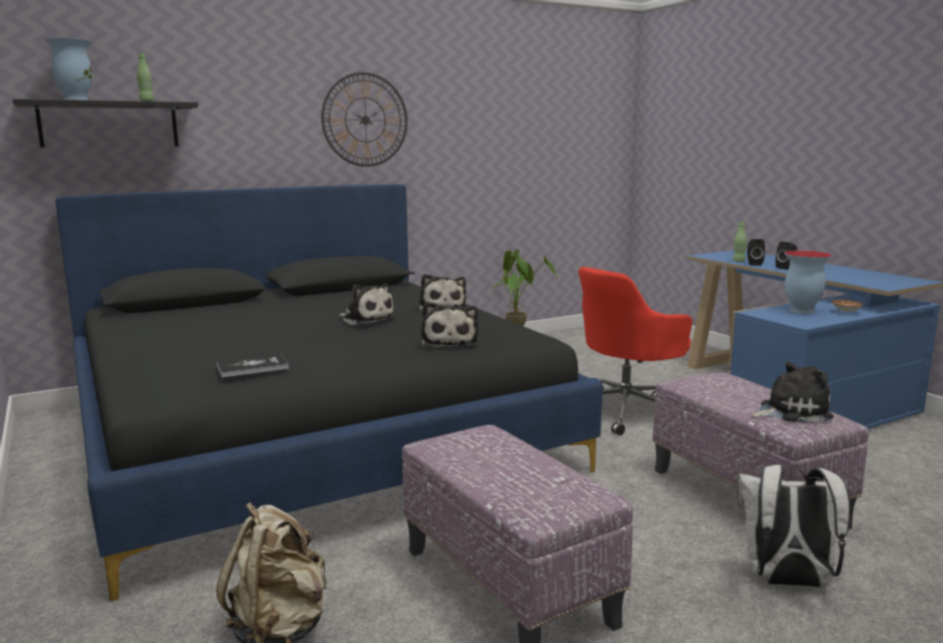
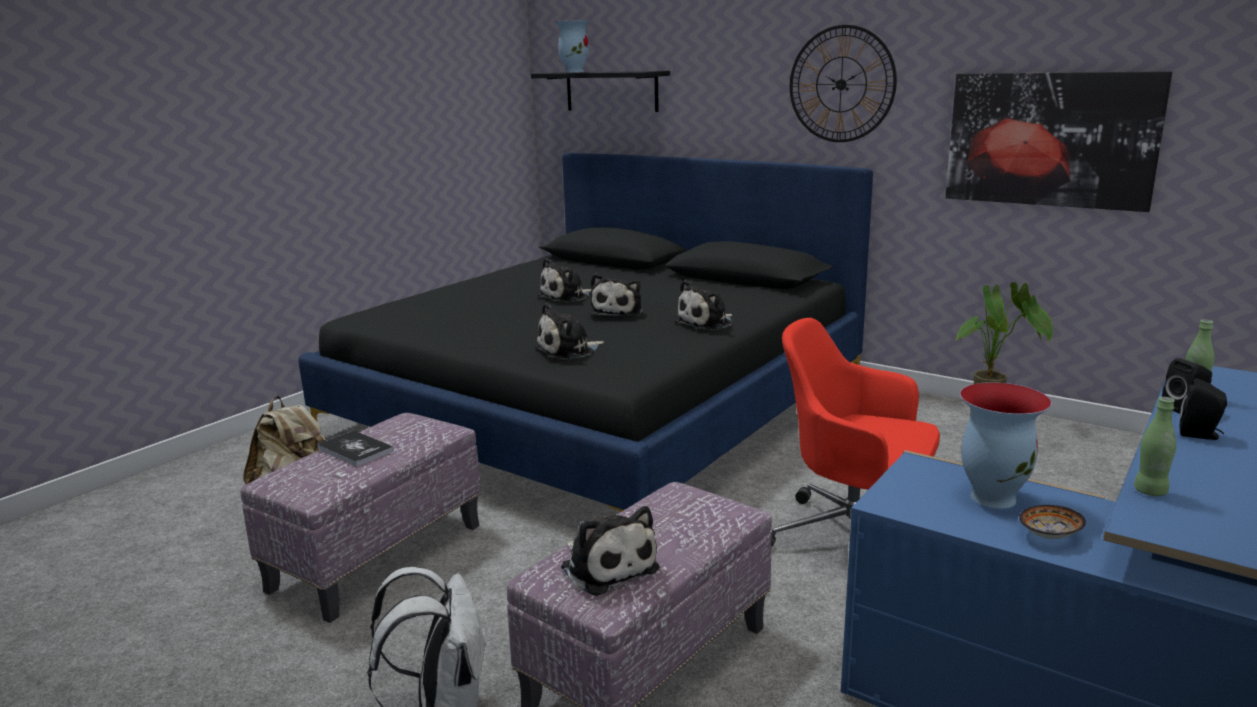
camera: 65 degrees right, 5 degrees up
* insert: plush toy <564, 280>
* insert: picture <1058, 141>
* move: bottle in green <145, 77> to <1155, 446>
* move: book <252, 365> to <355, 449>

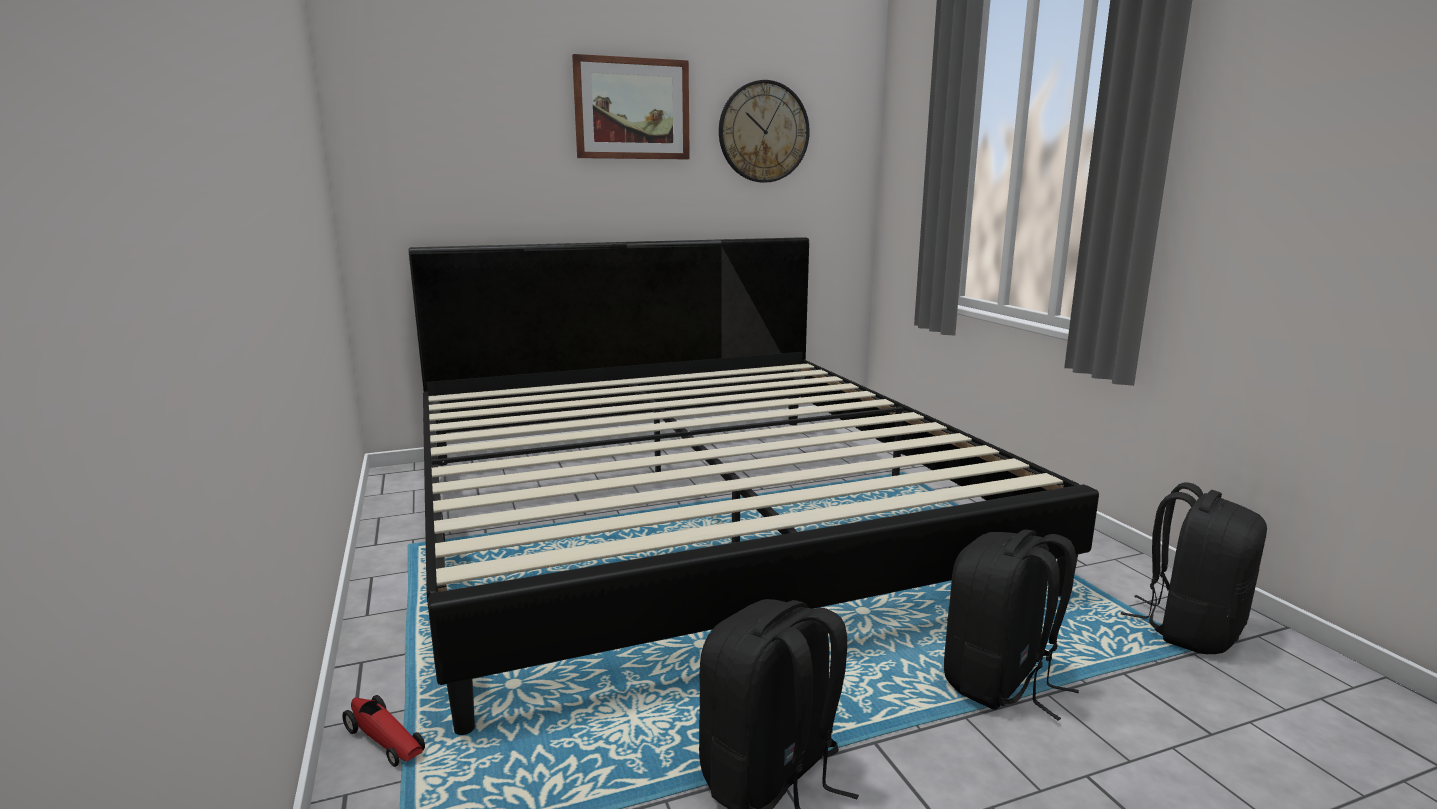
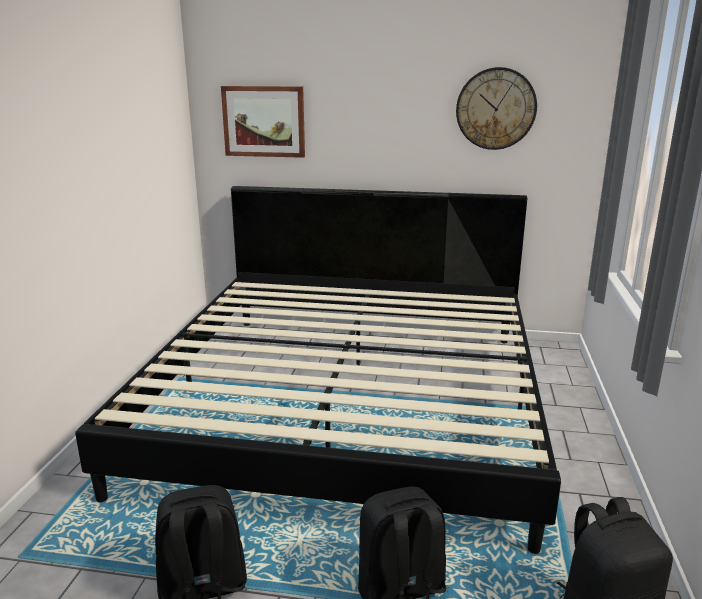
camera: 30 degrees right, 5 degrees up
* delete: toy car <384, 731>
* move: picture <631, 106> to <263, 122>

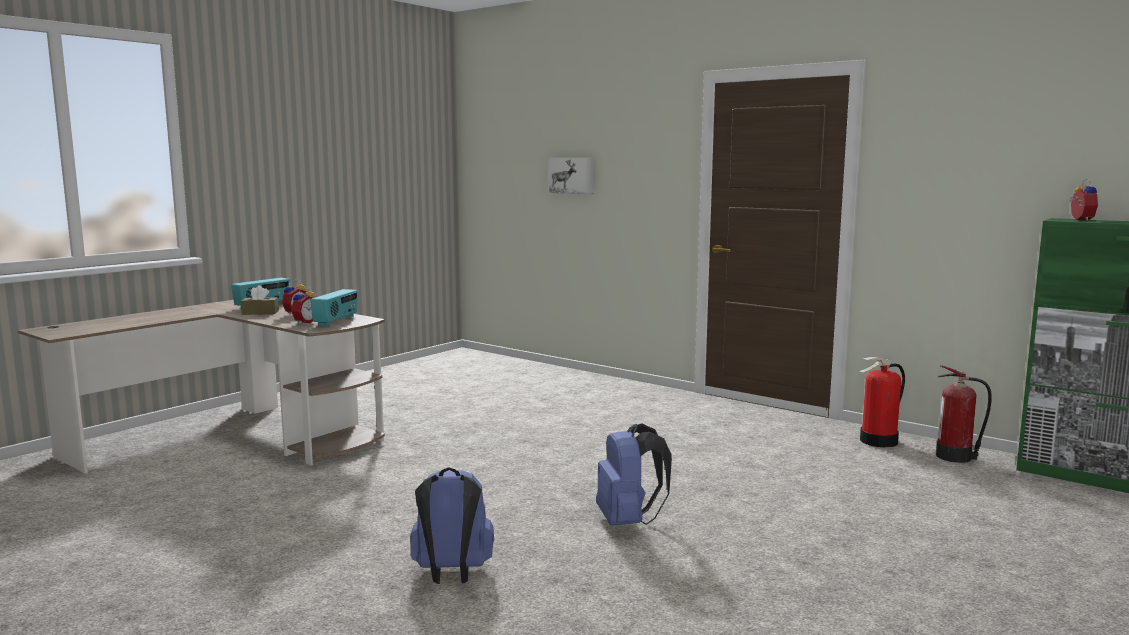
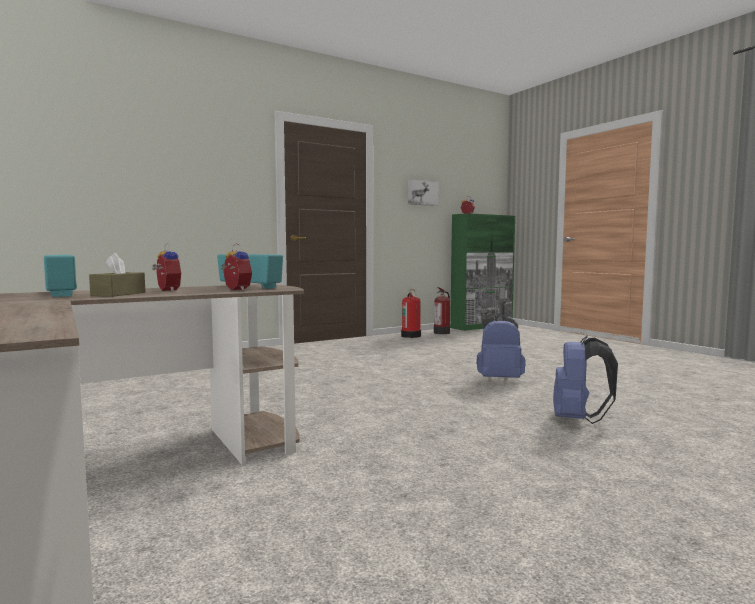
camera: 70 degrees left, 5 degrees down
* move: picture <571, 176> to <423, 192>

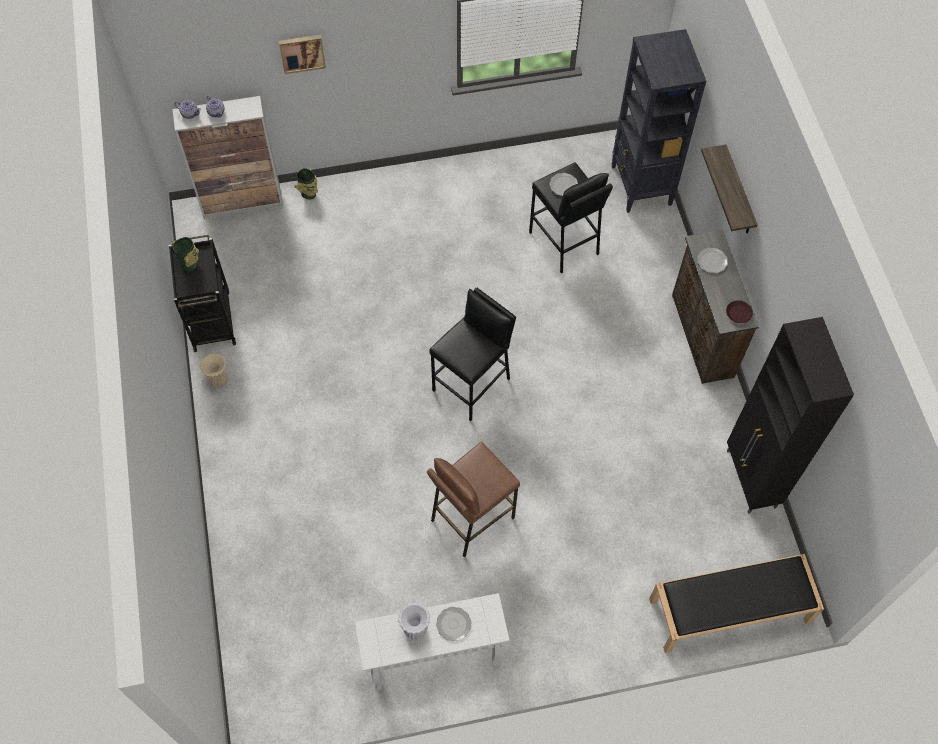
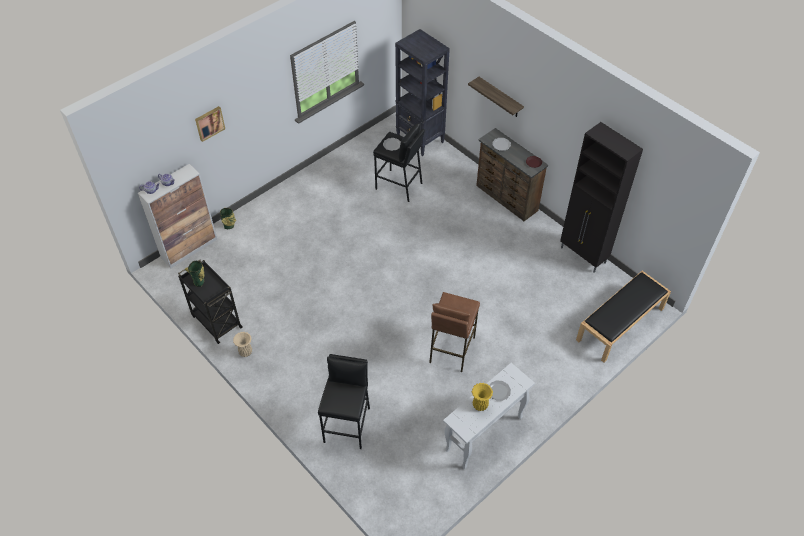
camera: 30 degrees left, 10 degrees down
* move: stool in black <472, 354> to <344, 401>
* recolor: vase in white <414, 621> to vase in yellow <482, 397>

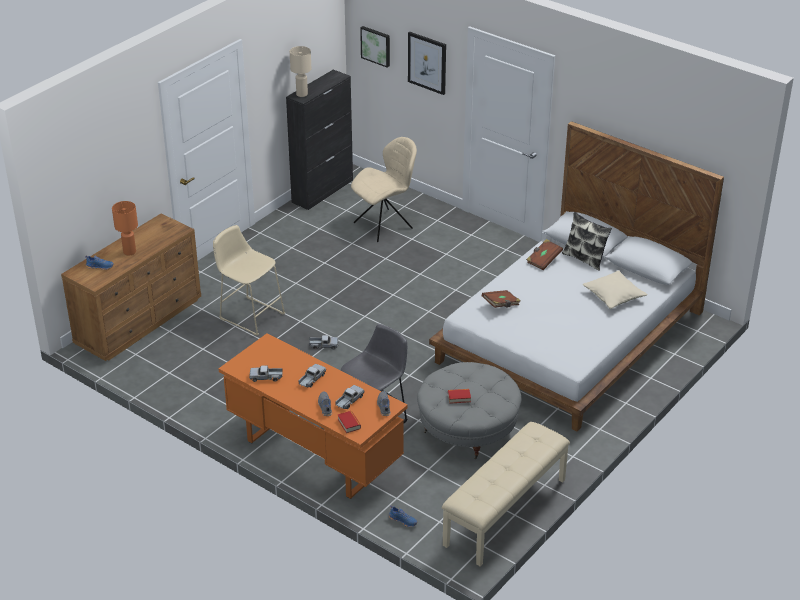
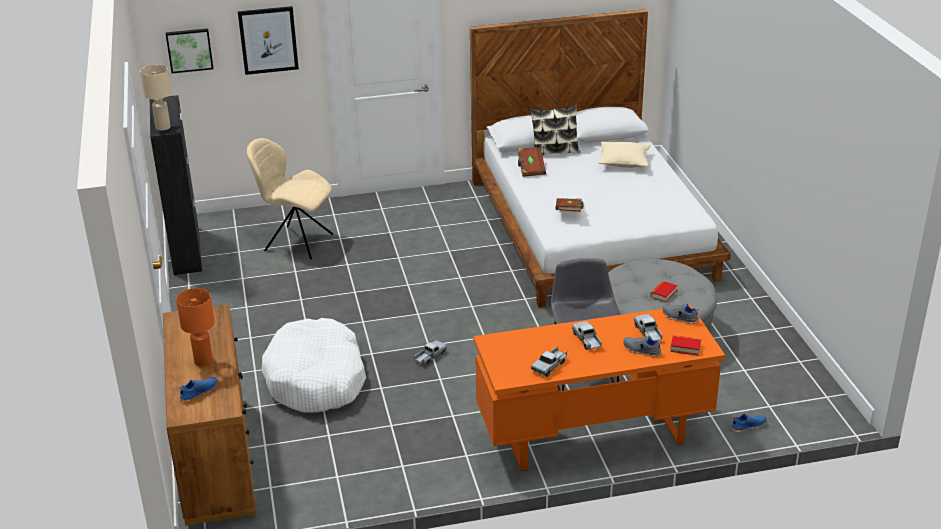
camera: 50 degrees left, 5 degrees down
* delete: bench in beige <506, 494>
* replace: stool in beige <249, 280> to dog bed in white <314, 365>
* rotate: chair in beige <384, 189> = <290, 198> 75 degrees counterclockwise

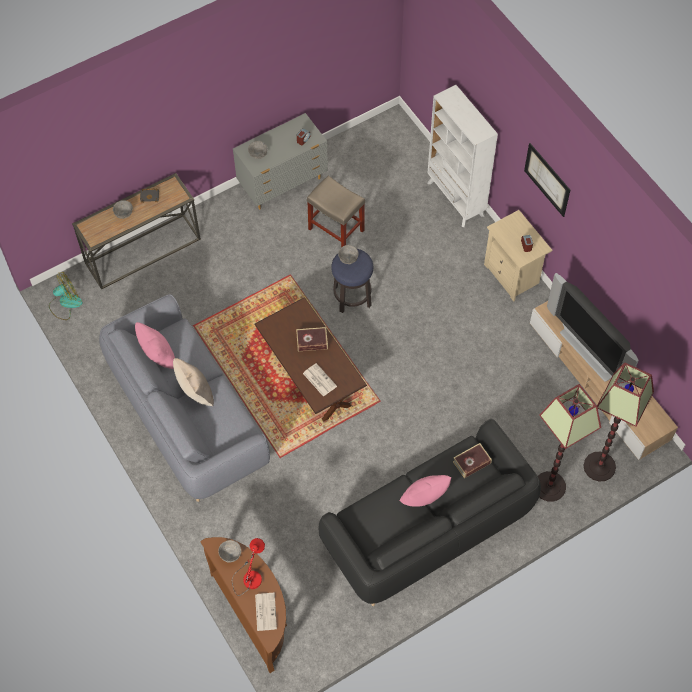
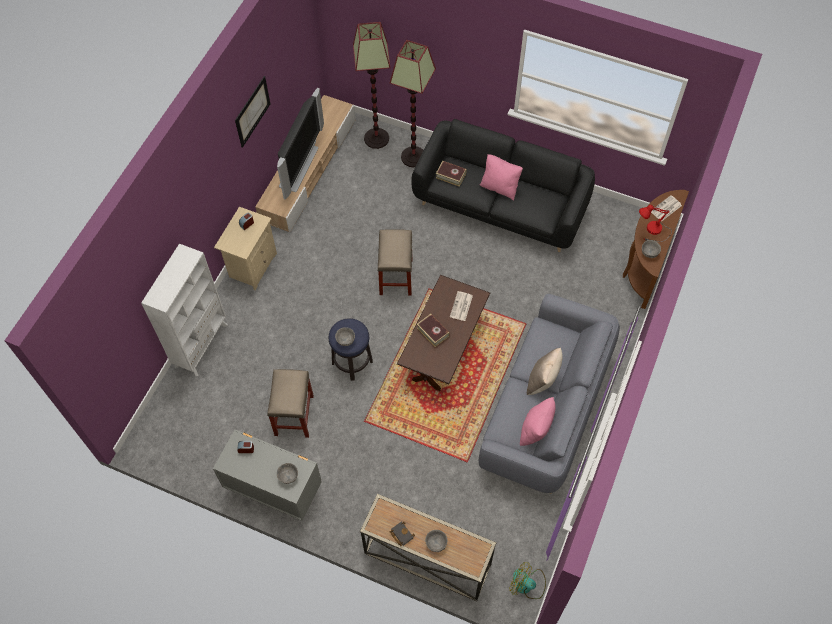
camera: 125 degrees left, 0 degrees up
* insert: stool in beige <394, 262>
* move: picture <547, 180> to <252, 112>

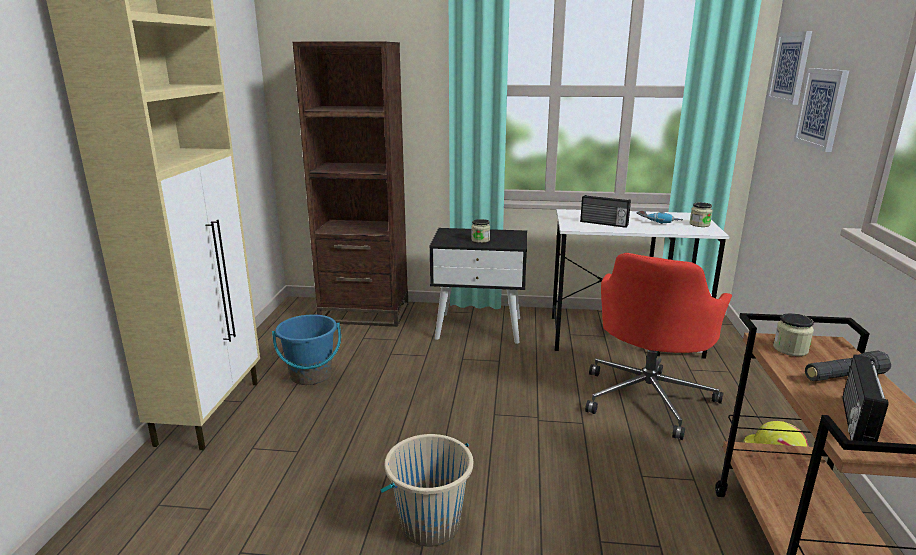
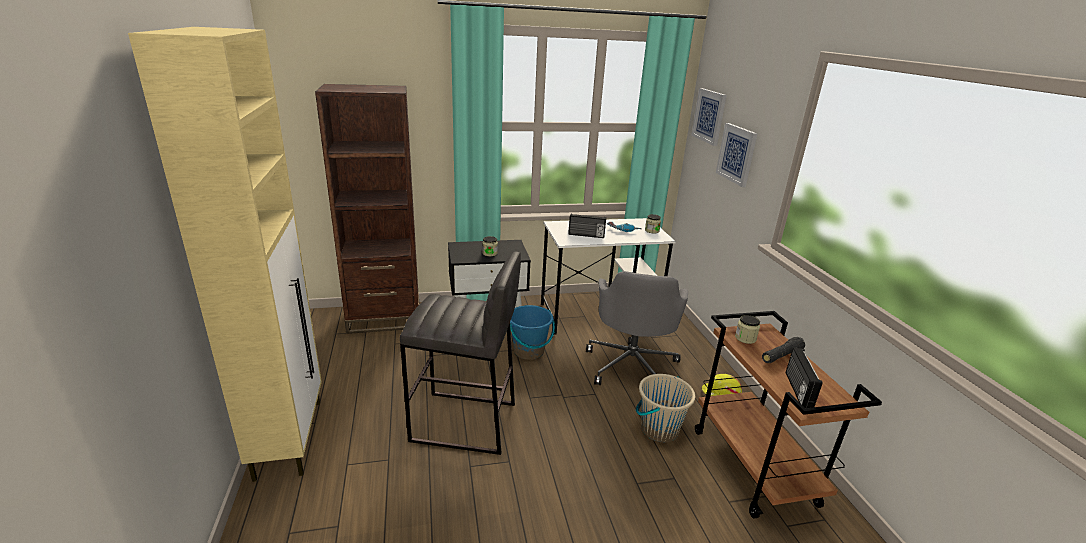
camera: 20 degrees left, 5 degrees up
* insert: stool in grey <460, 353>
* move: bucket in blue <306, 349> to <532, 332>
* move: bucket in beige <427, 490> to <665, 408>
* recolor: office chair in red <658, 346> to office chair in grey <637, 328>

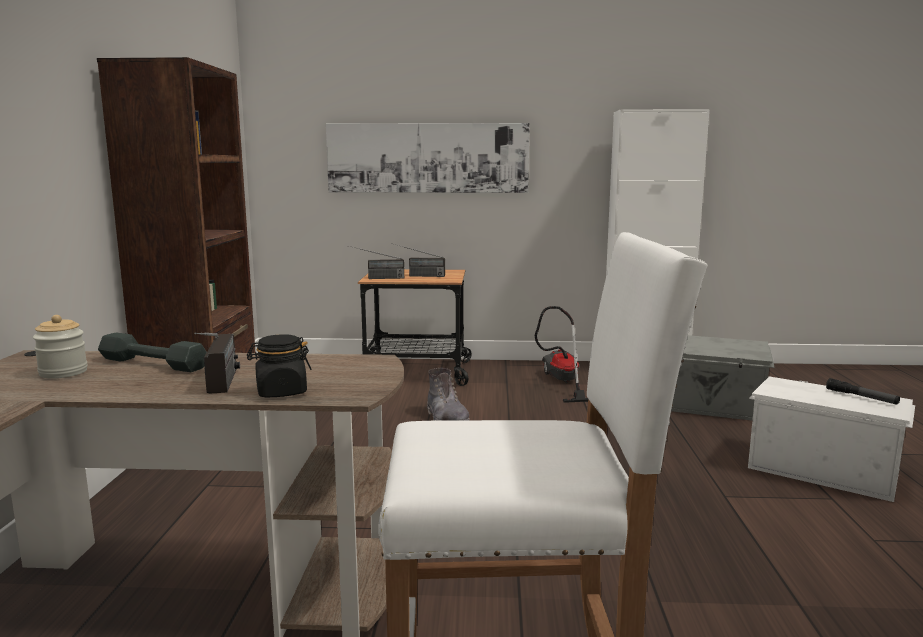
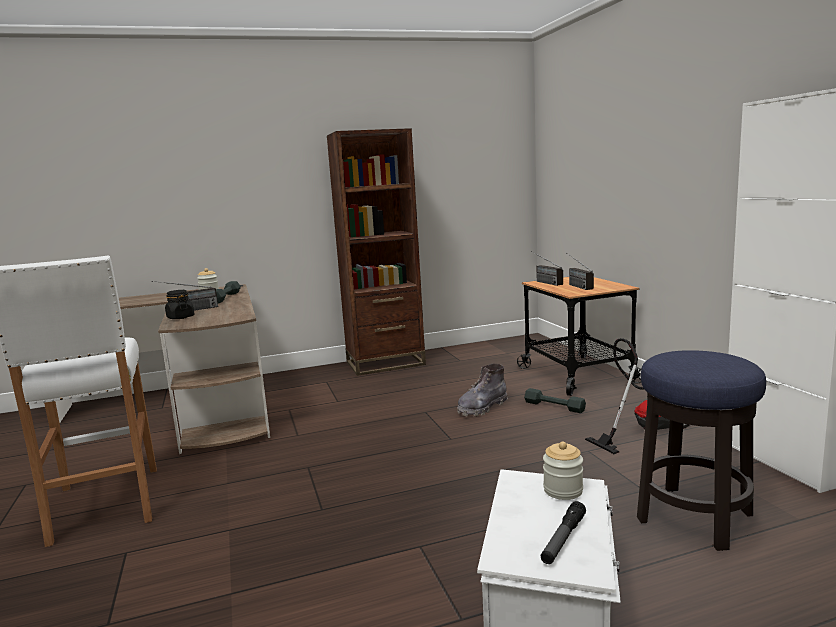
camera: 70 degrees right, 0 degrees up
* delete: picture <428, 158>
* insert: dumbbell in grey <555, 400>
* insert: jar <563, 471>
* replace: storage box in grey <723, 377> to stool <701, 450>

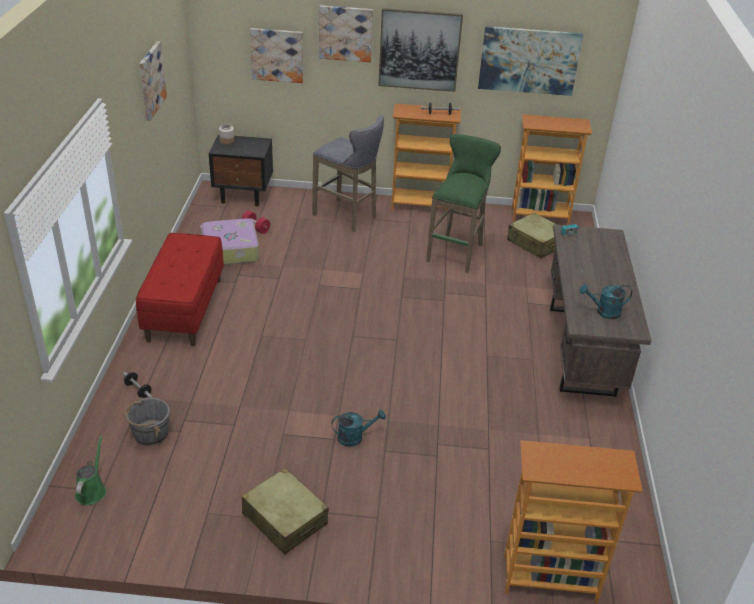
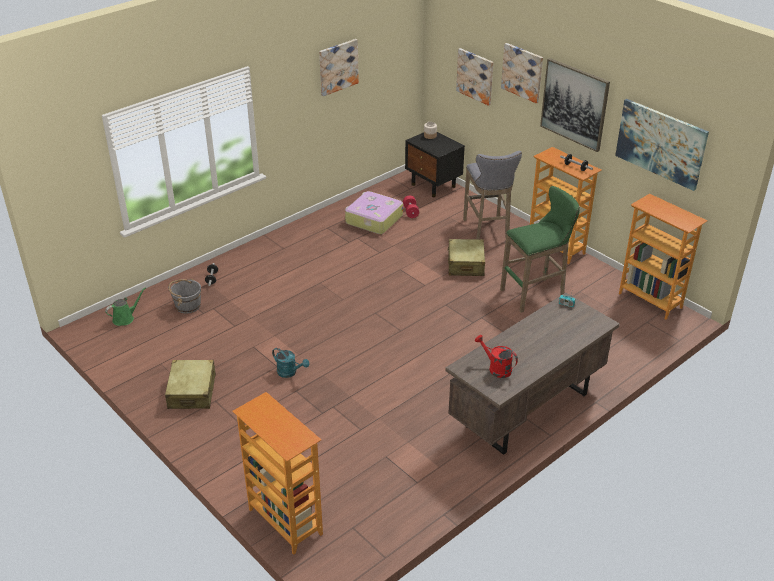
camera: 45 degrees right, 0 degrees up
* delete: bench in red <180, 289>
* move: suitcase in beige <531, 235> to <466, 257>
* recolor: watering can in turquoise <605, 301> to watering can in red <496, 356>

